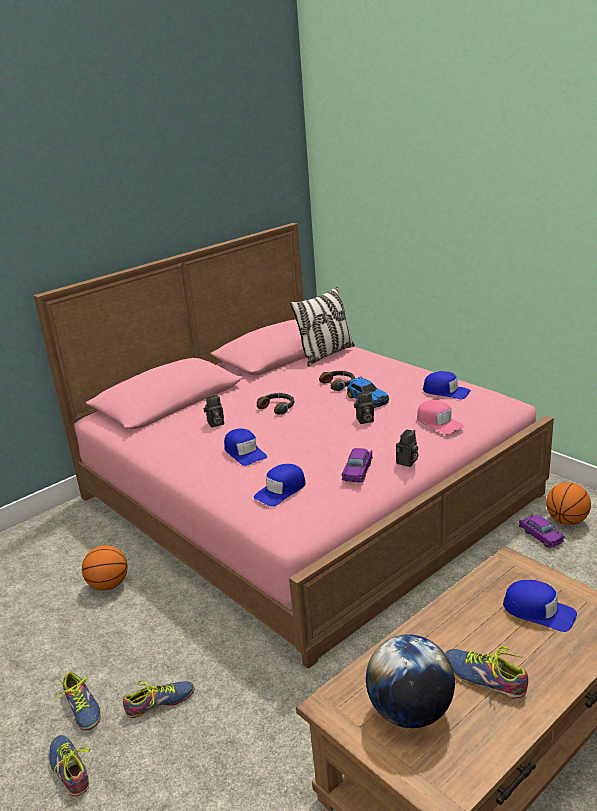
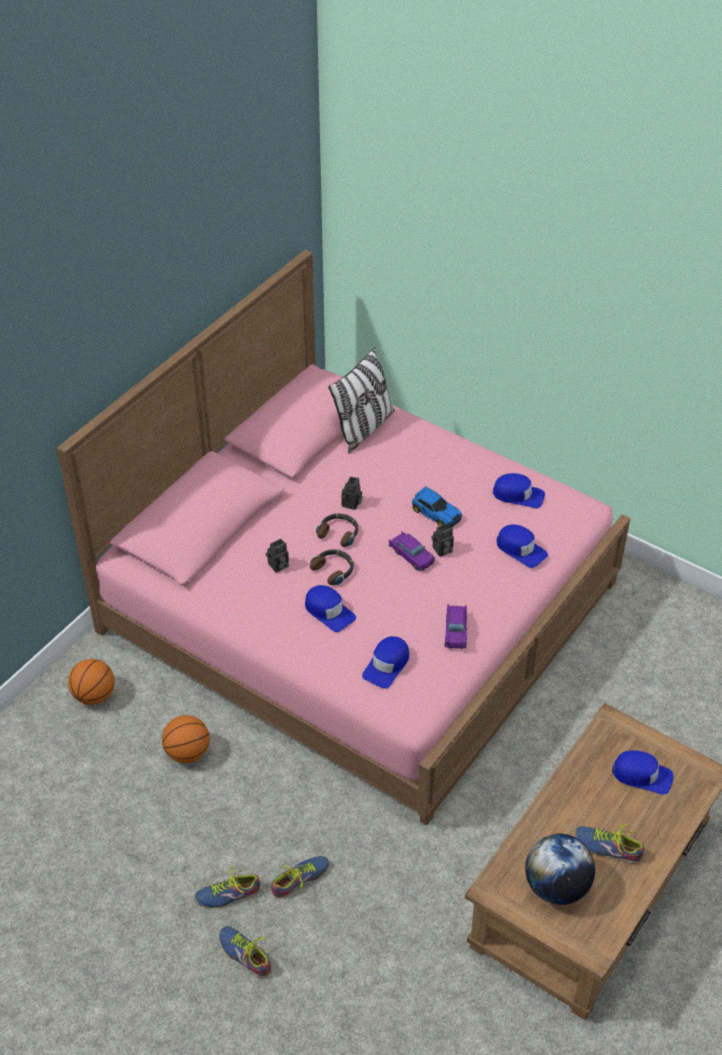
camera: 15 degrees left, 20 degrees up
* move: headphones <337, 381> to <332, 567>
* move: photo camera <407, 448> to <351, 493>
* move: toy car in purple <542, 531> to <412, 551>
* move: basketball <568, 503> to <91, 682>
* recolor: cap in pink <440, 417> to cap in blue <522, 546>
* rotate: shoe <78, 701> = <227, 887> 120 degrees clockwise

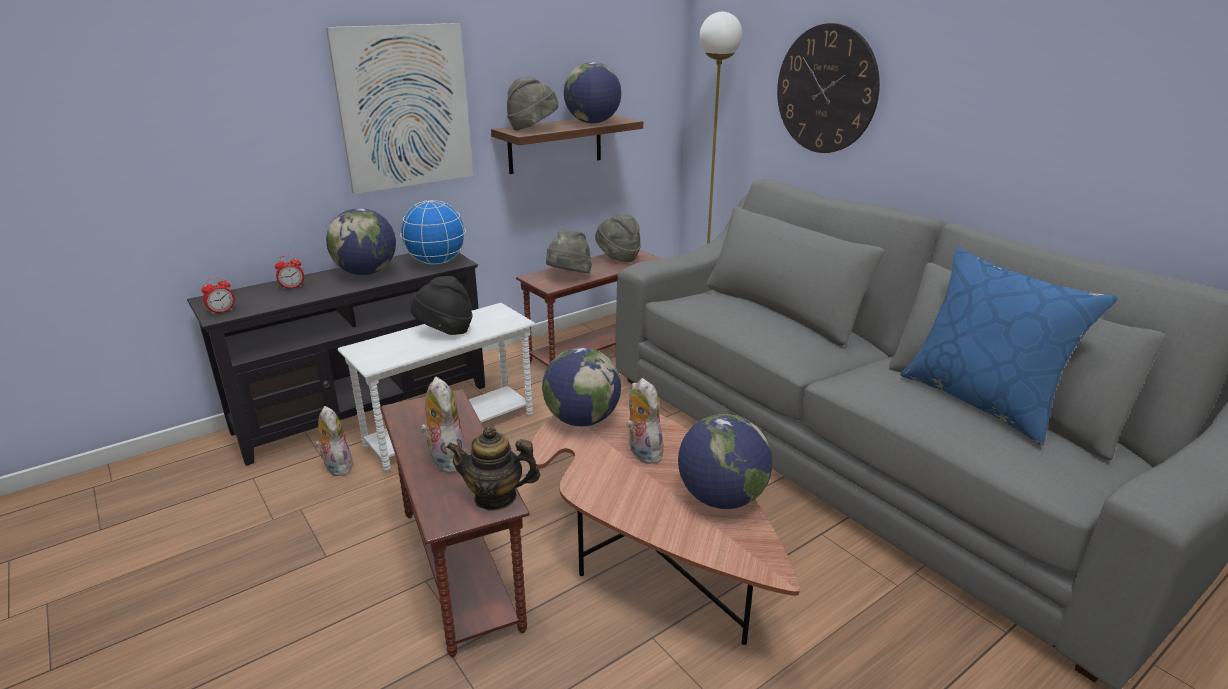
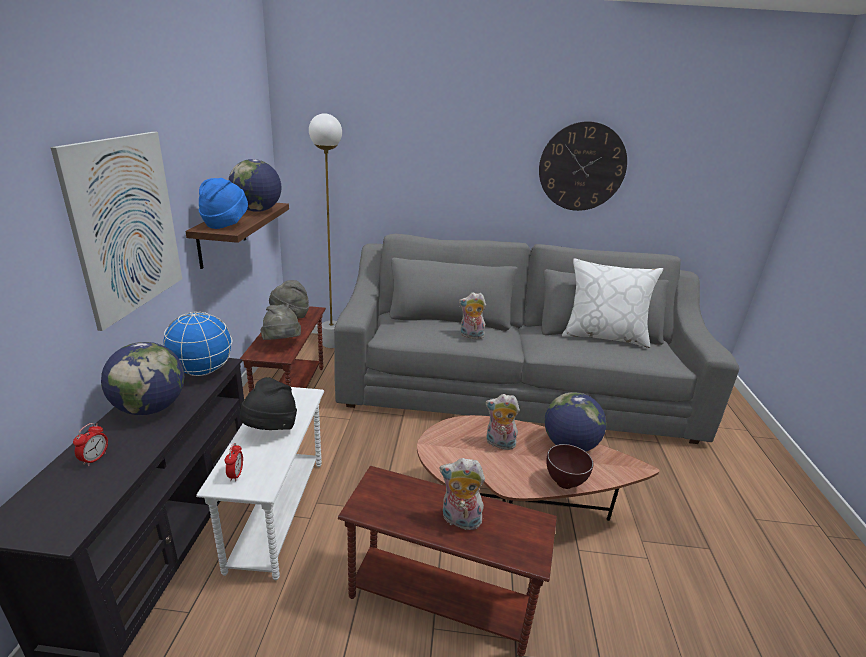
camera: 50 degrees left, 0 degrees up
* delete: teapot <493, 468>
* delete: globe <581, 386>
* insert: bowl in brown <570, 466>
* move: alarm clock <218, 296> to <234, 462>
* move: plush toy <334, 441> to <472, 315>
* move: wall clock <828, 88> to <583, 166>
* recolor: hat in grey <532, 104> to hat in blue <223, 203>
* recolor: pillow in blue <1009, 346> to pillow in white <612, 303>

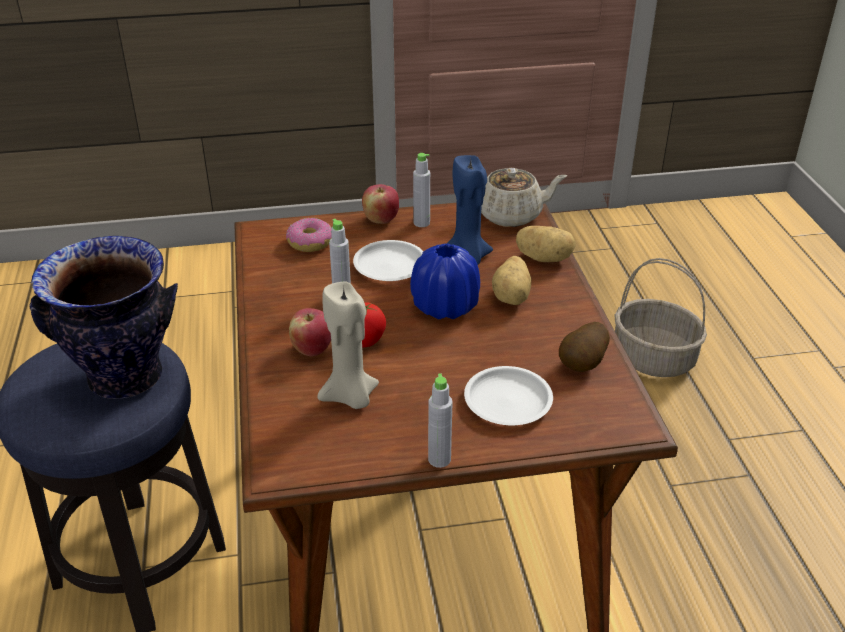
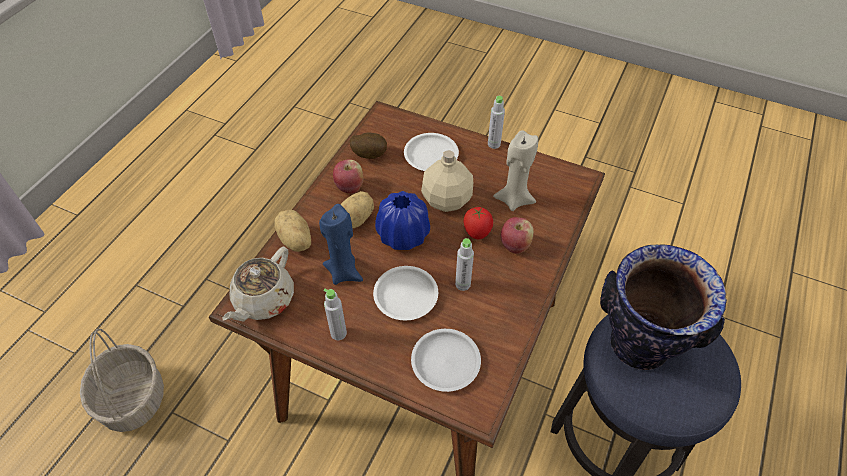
camera: 145 degrees left, 15 degrees up
* insert: bottle in beige <447, 181>
* move: apple <380, 204> to <348, 176>
* replace: donut <309, 235> to plate in white <446, 360>
* rotate: teapot in beige <524, 197> = <258, 284> 90 degrees counterclockwise

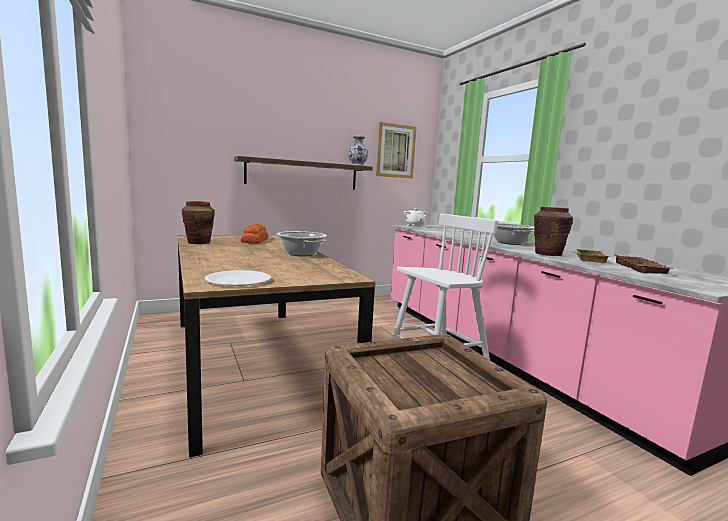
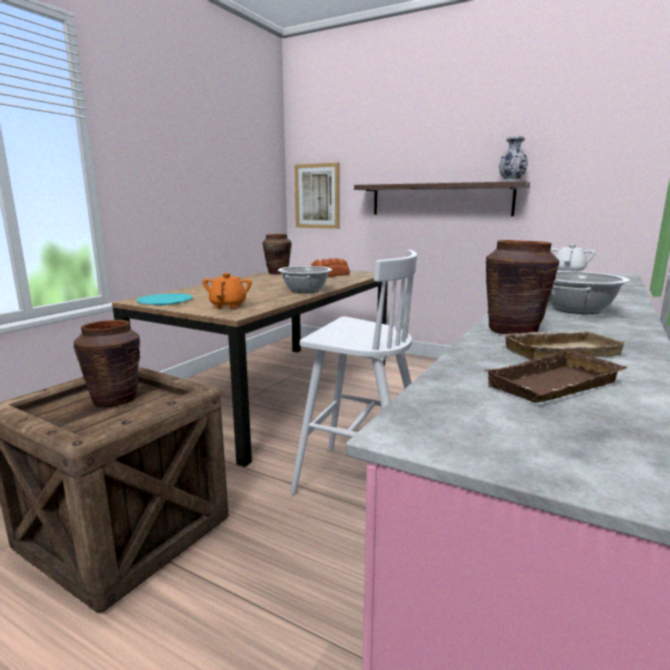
camera: 55 degrees right, 5 degrees up
* insert: vase in brown <106, 363>
* insert: teapot in orange <227, 291>
* move: picture <396, 150> to <317, 196>
* recolor: plate in white <238, 278> to plate in turquoise <164, 299>

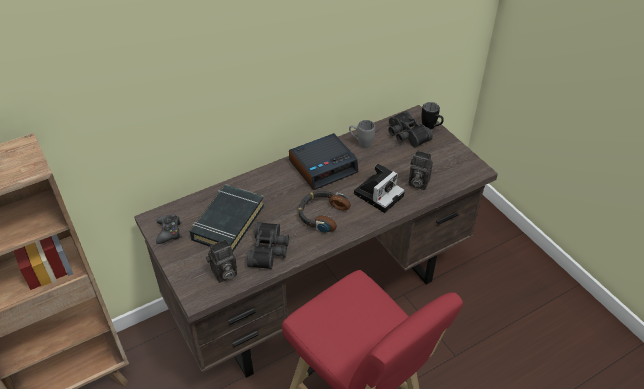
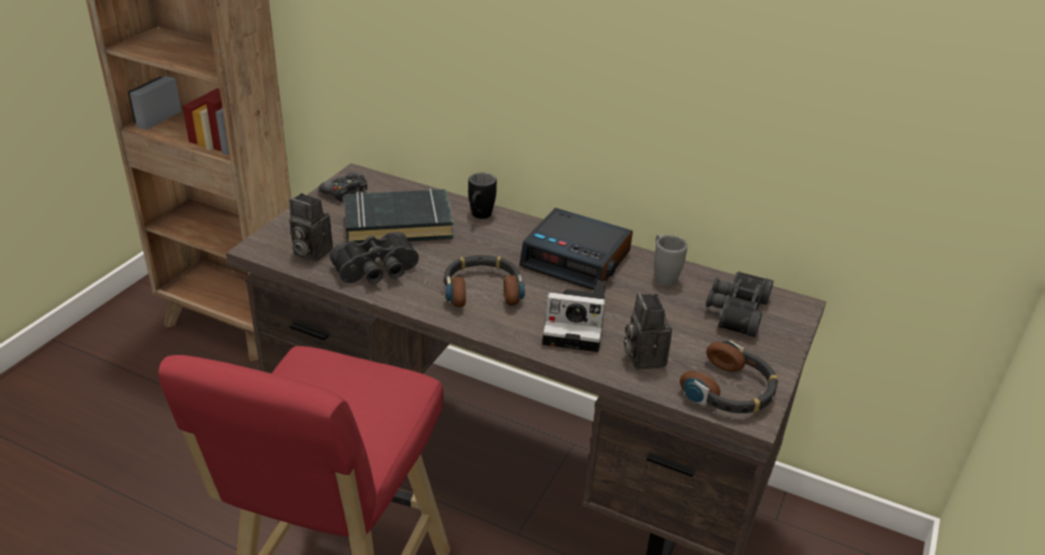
camera: 55 degrees right, 10 degrees down
* insert: headphones <729, 376>
* move: mug in black <432, 116> to <482, 195>

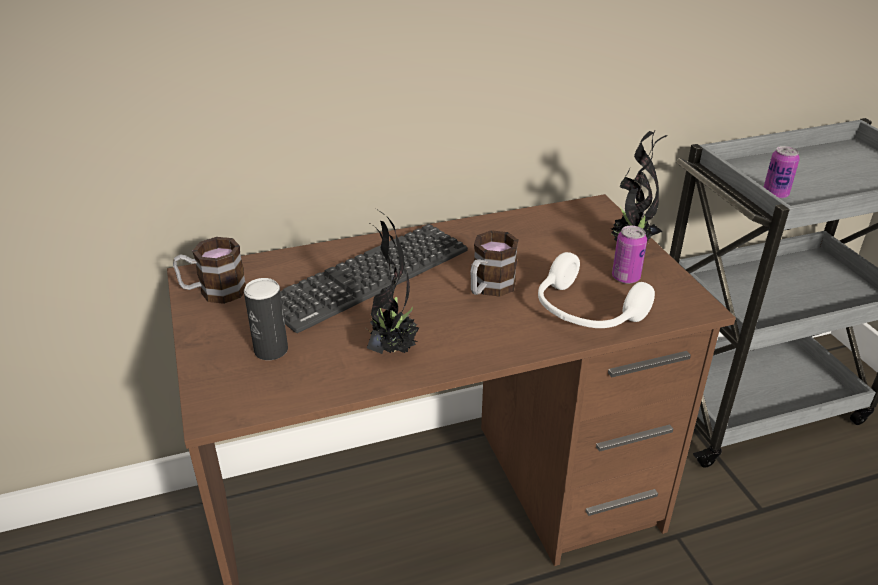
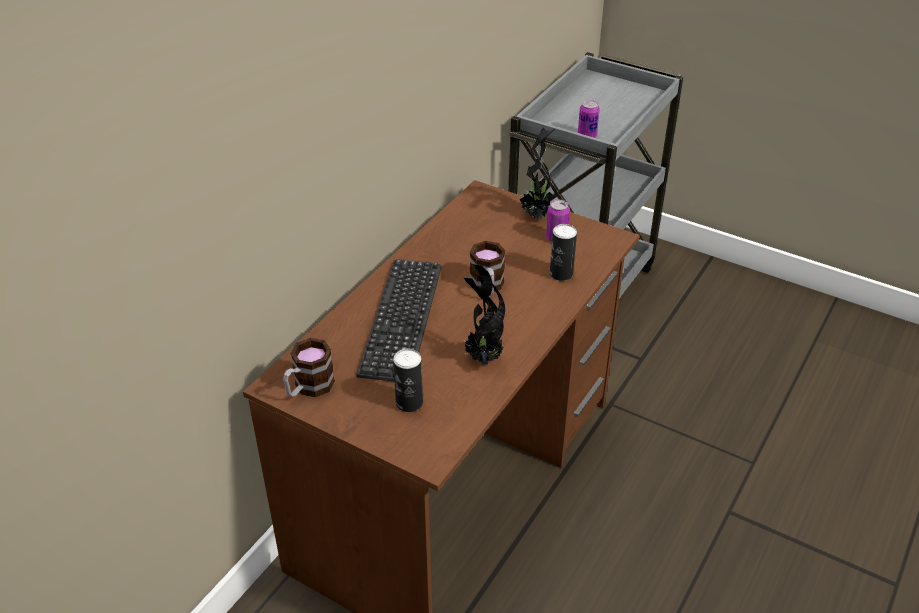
camera: 40 degrees left, 5 degrees up
* replace: headphones in white <596, 290> to can <563, 252>

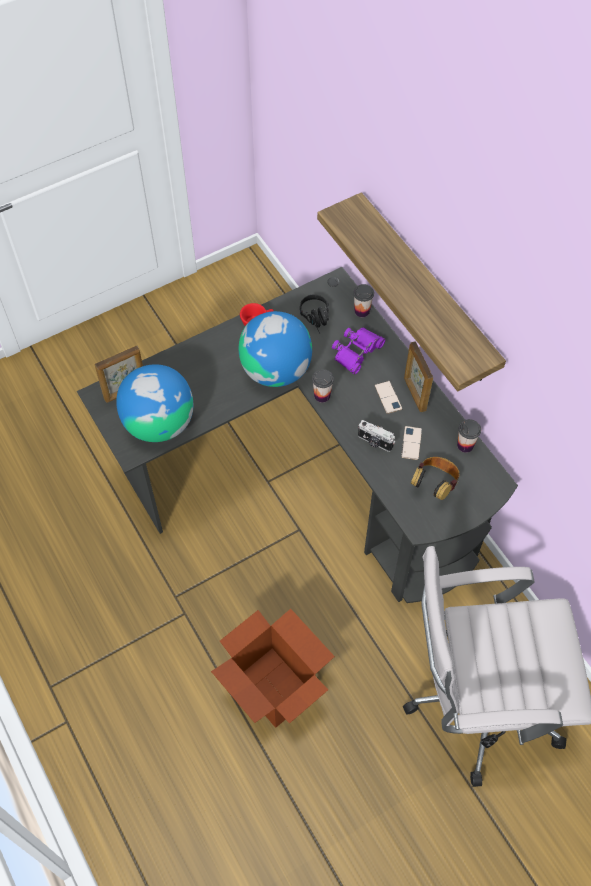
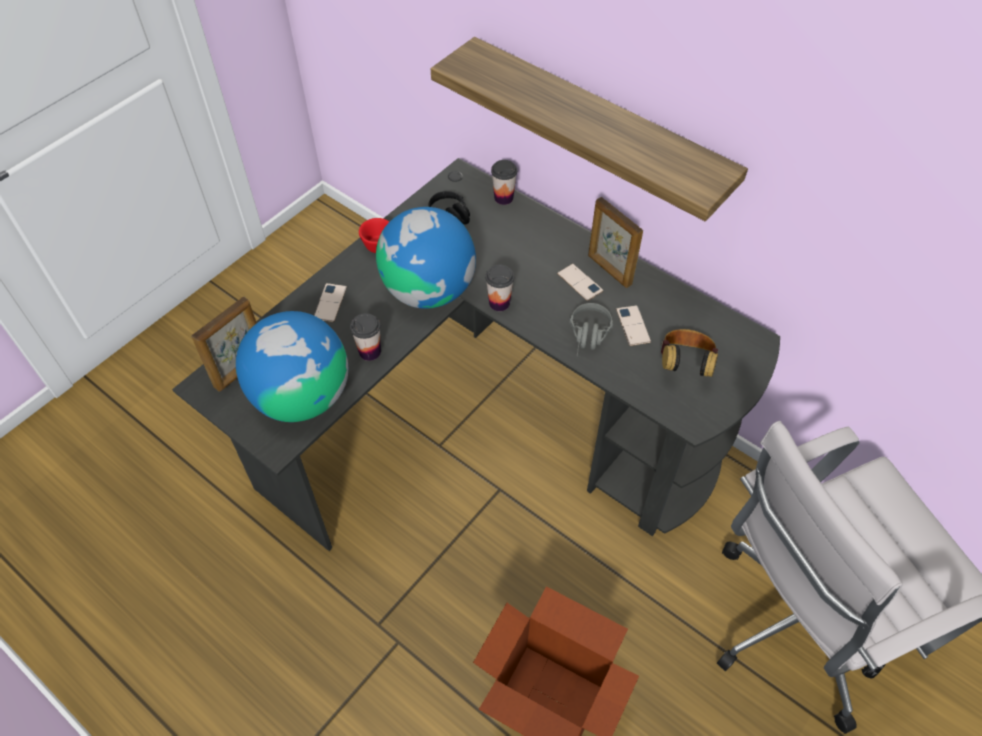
camera: 20 degrees left, 5 degrees down
* delete: binoculars in purple <358, 351>
* insert: phone <330, 302>
* move: cup <469, 436> to <365, 337>
* replace: photo camera <376, 436> to headphones in grey <591, 329>

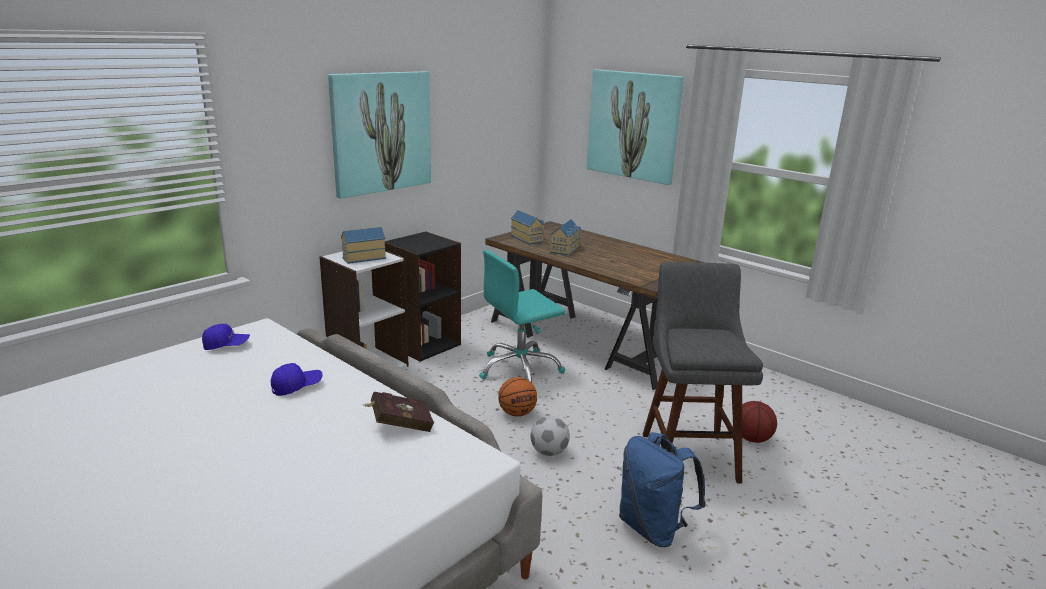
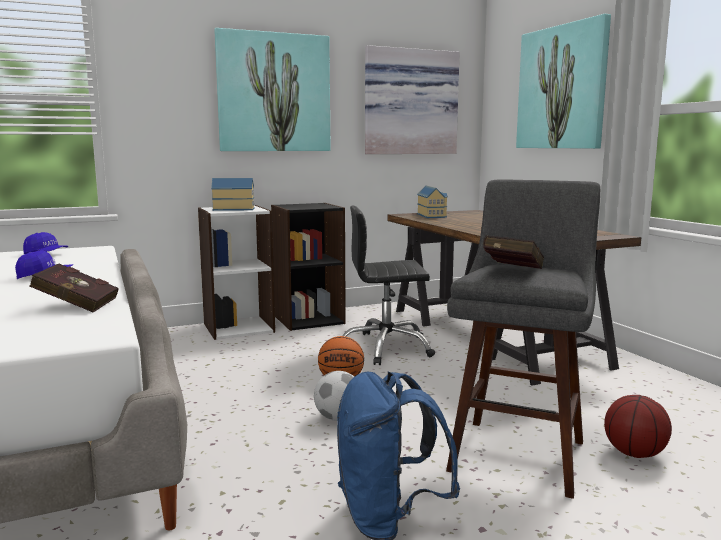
camera: 25 degrees right, 10 degrees down
* delete: toy house <565, 237>
* insert: picture <412, 99>
* insert: book in red <513, 252>
* recolor: office chair in turquoise <523, 316> to office chair in black <388, 285>

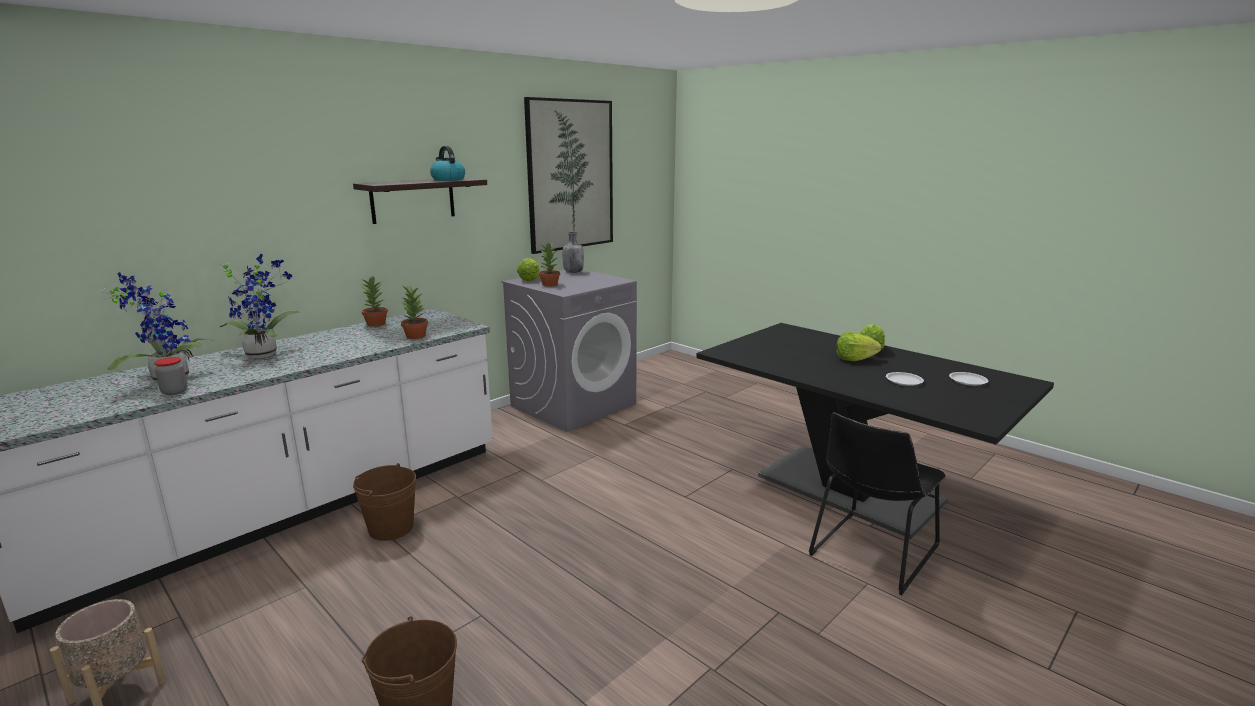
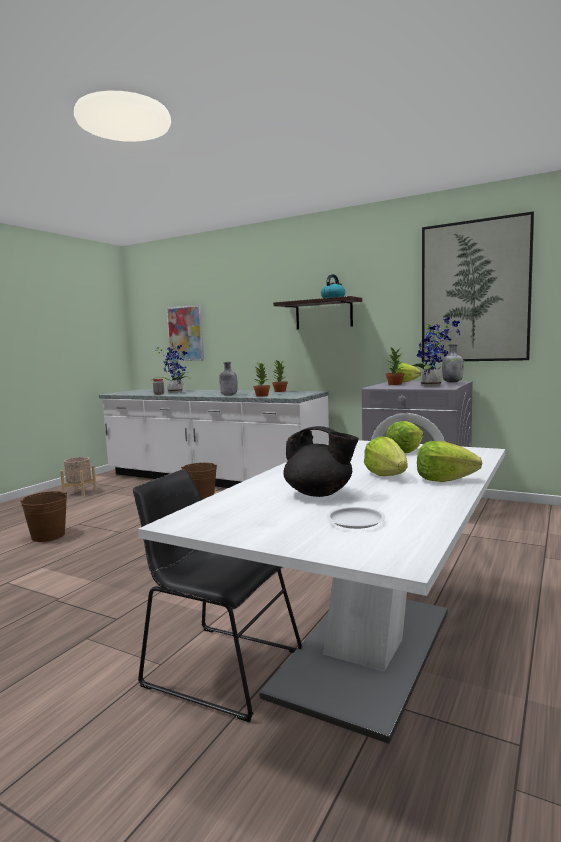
camera: 75 degrees right, 10 degrees down
* insert: picture <185, 333>
* insert: bottle in grey <228, 379>
* insert: lettuce <404, 437>
* move: potted plant <260, 306> to <438, 351>
* replace: plate in white <905, 379> to teapot in black <321, 461>
* recolor: dining table in black <875, 431> to dining table in white <321, 592>

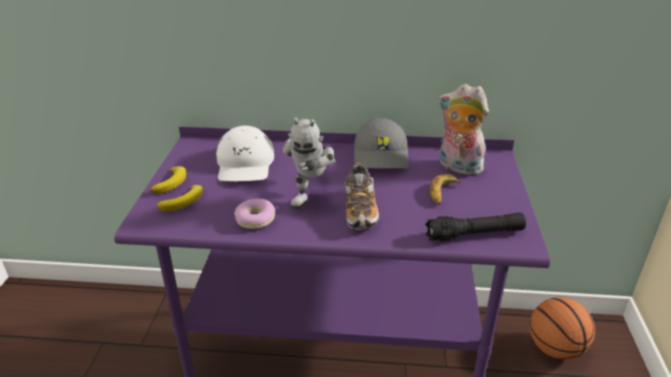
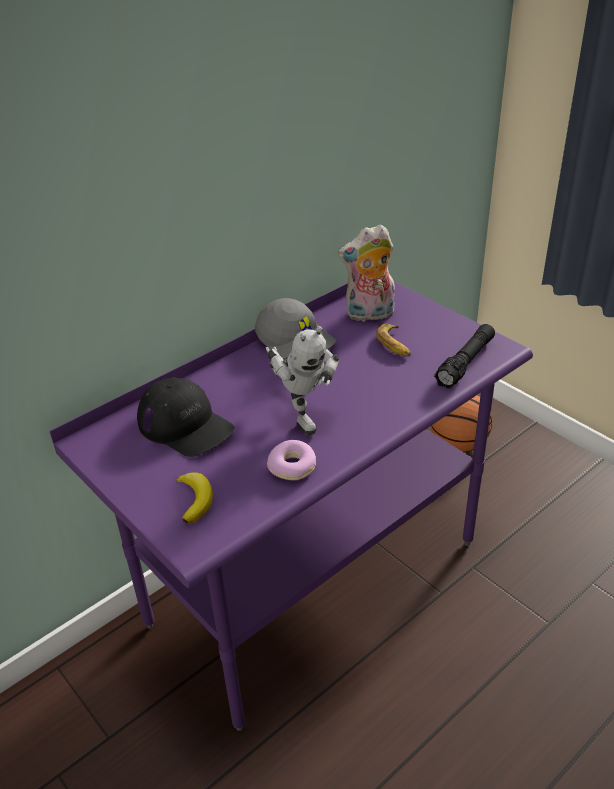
camera: 45 degrees left, 5 degrees up
* delete: banana <168, 180>
* delete: shoe <361, 196>
* recolor: cap in white <245, 153> to cap in black <186, 417>

